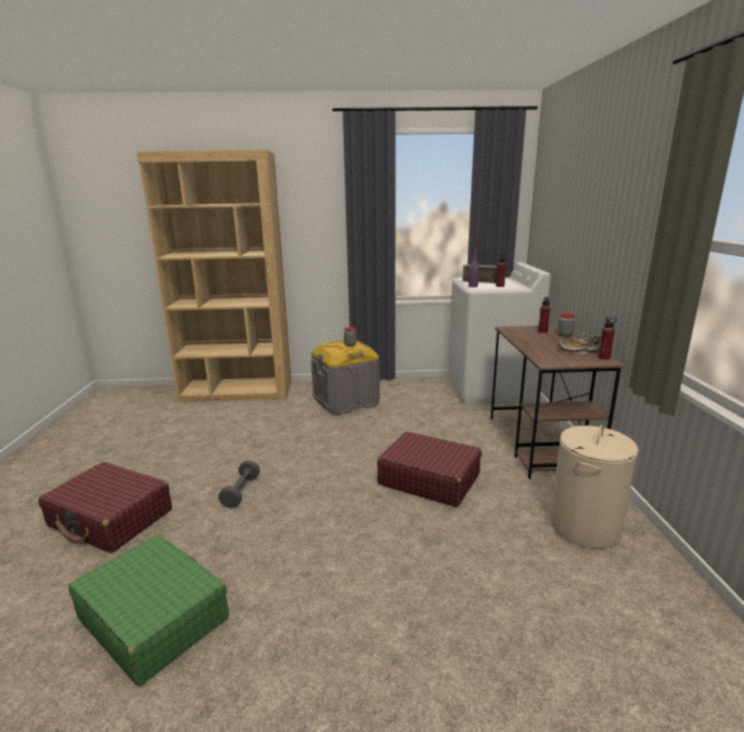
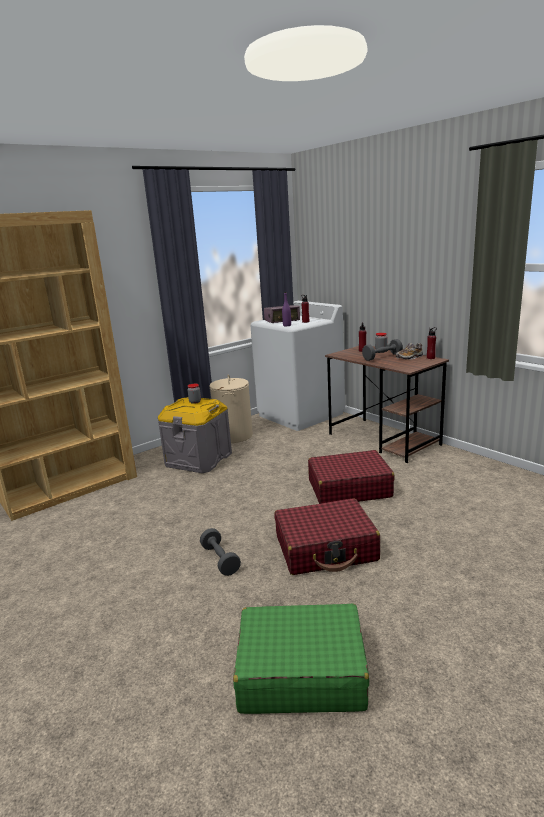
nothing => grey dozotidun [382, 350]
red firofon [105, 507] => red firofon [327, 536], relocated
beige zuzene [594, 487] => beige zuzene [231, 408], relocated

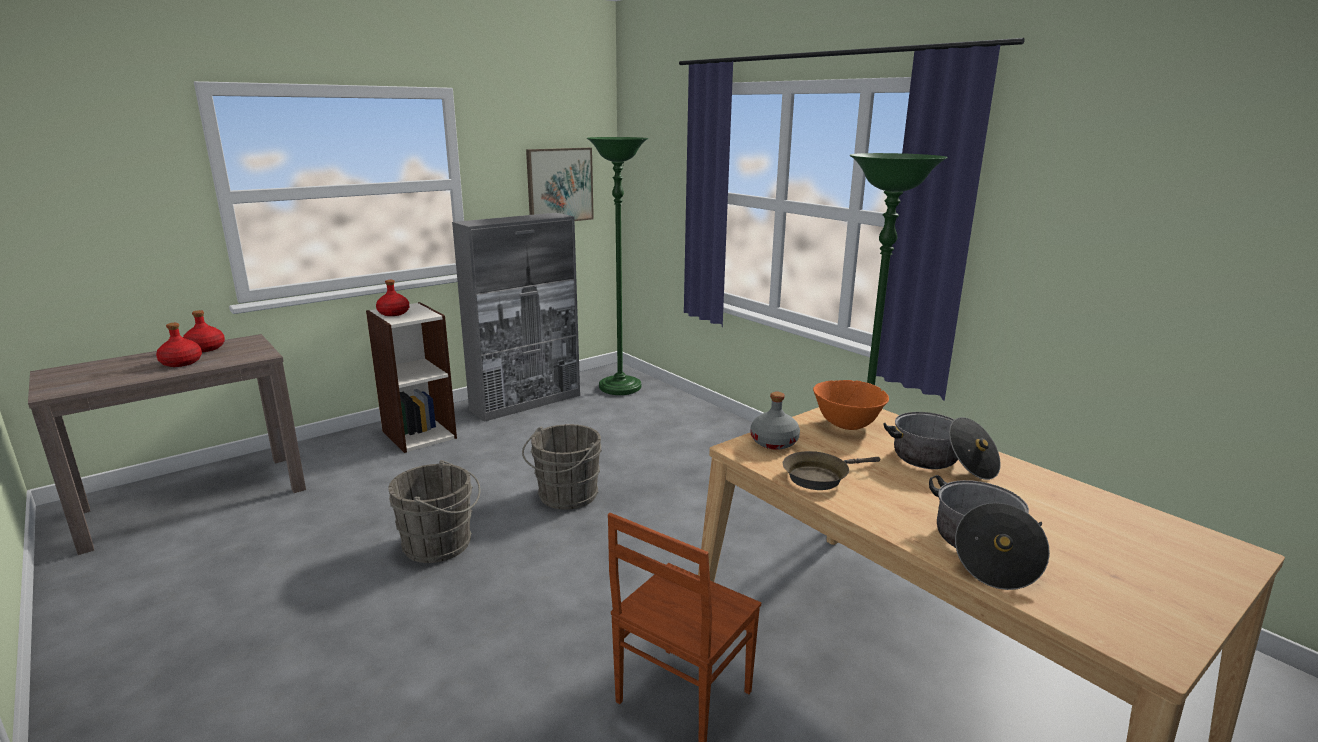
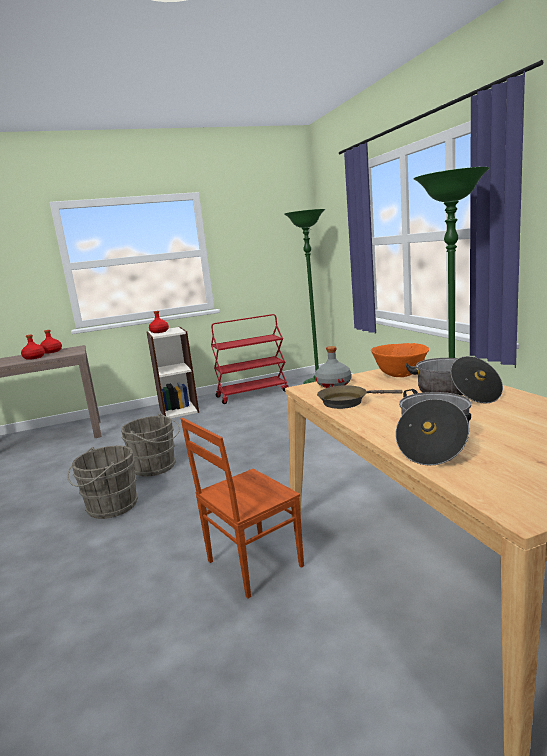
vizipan [560, 184] => nothing
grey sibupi [562, 467] => grey sibupi [102, 482], relocated
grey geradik [516, 317] => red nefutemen [249, 359]

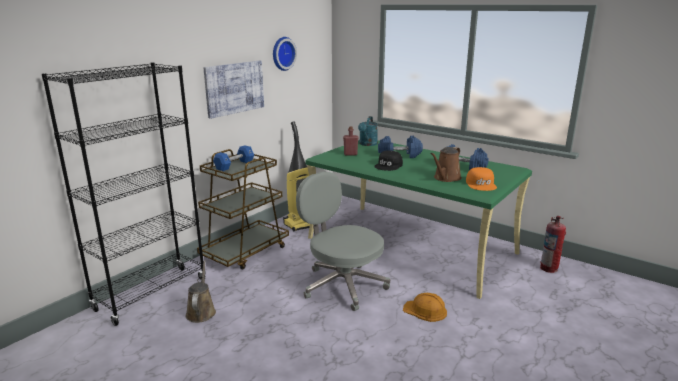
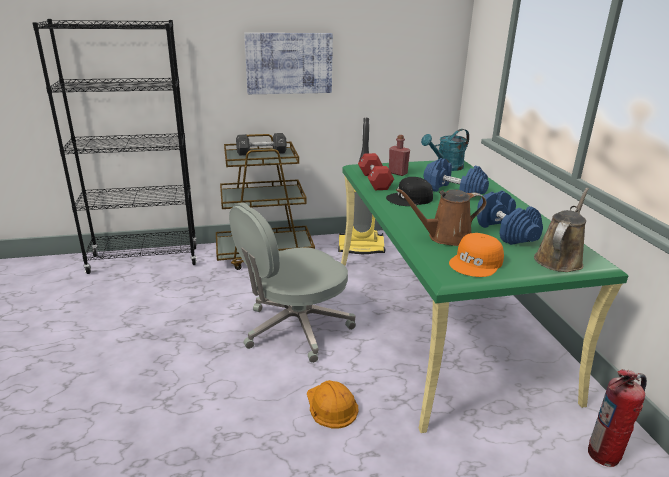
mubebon [285, 54] => nothing
nothing => red dozotidun [376, 171]
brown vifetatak [201, 291] => brown vifetatak [561, 230], relocated
blue dozotidun [233, 158] => black dozotidun [261, 144]
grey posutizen [343, 241] => grey posutizen [292, 283], 120 degrees counterclockwise

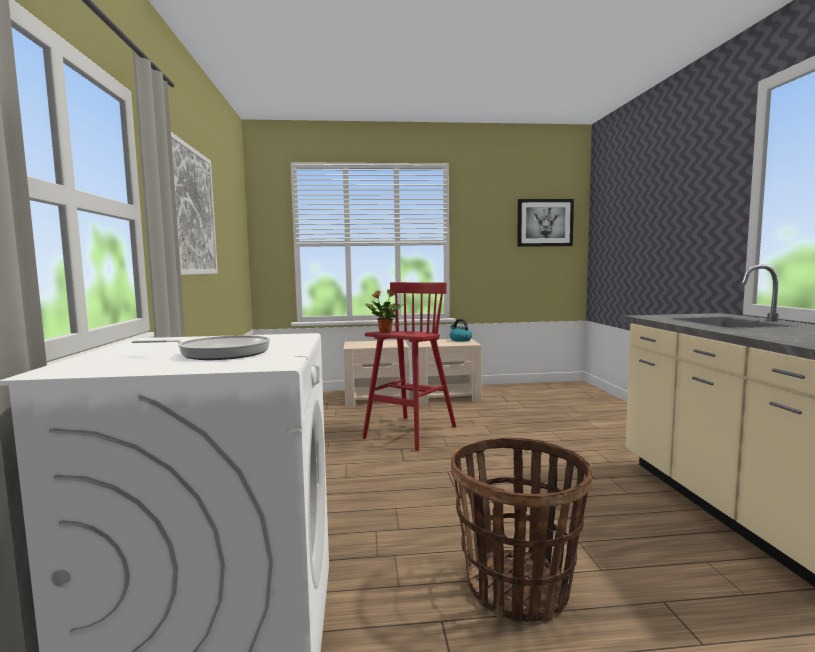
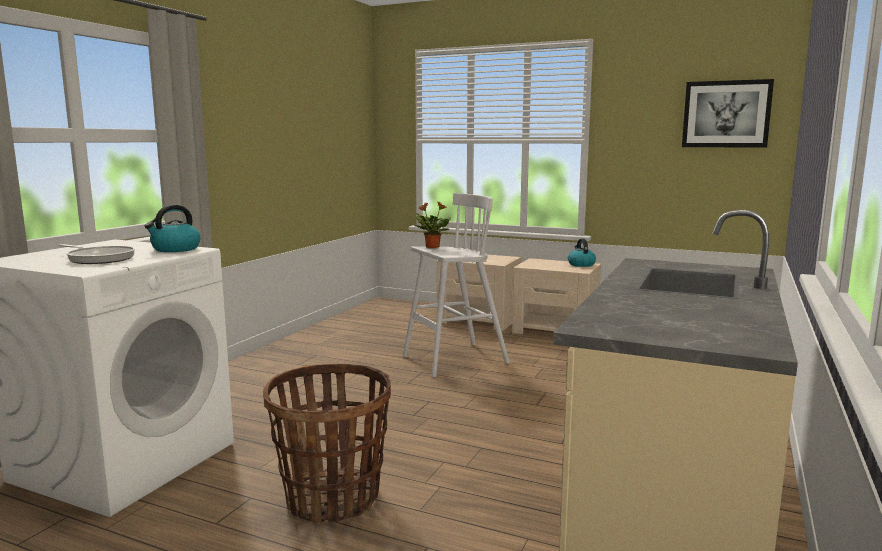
vizipan [194, 203] => nothing
nothing => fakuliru [173, 228]
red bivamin [409, 366] => white bivamin [456, 285]

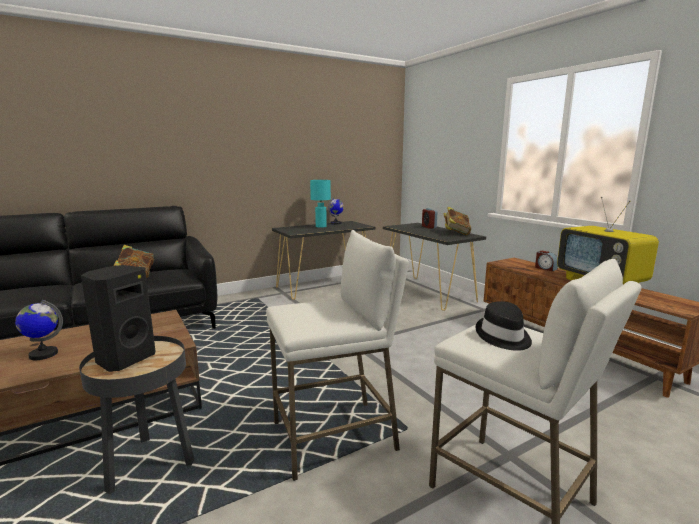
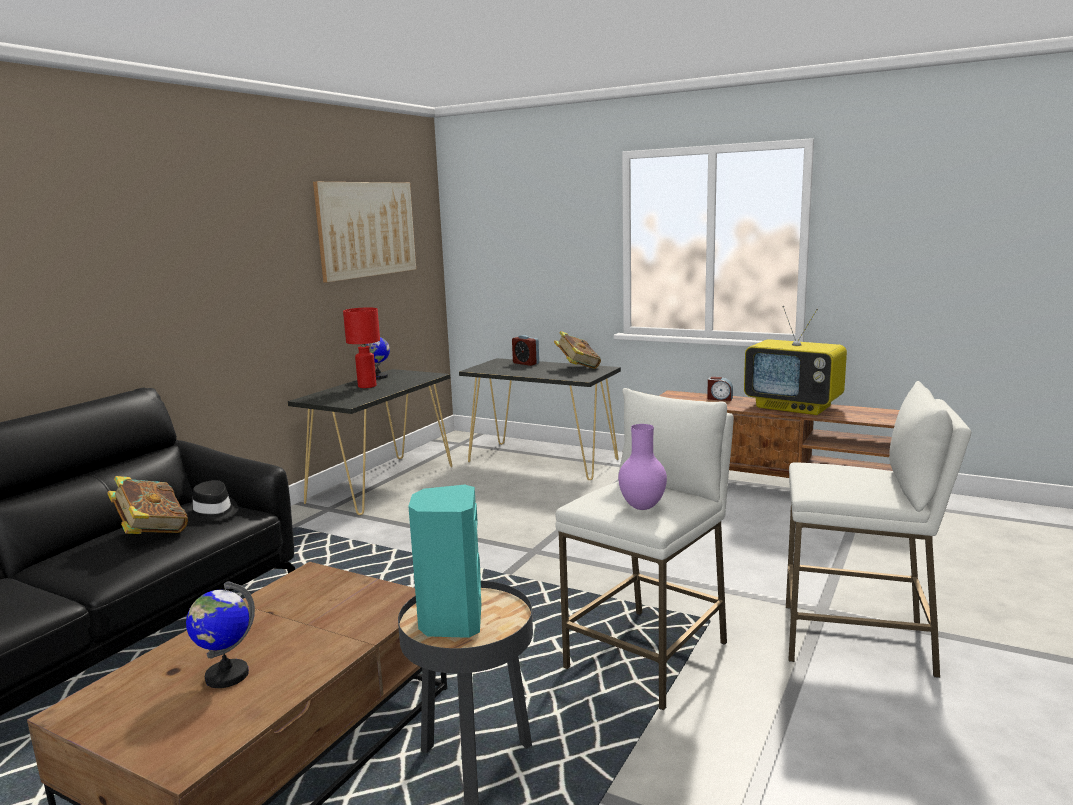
nothing => vizipan [364, 232]
nothing => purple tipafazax [642, 467]
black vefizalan [504, 326] => black vefizalan [212, 501], relocated
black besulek [118, 318] => turquoise besulek [444, 561]
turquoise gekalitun [320, 204] => red gekalitun [361, 347]

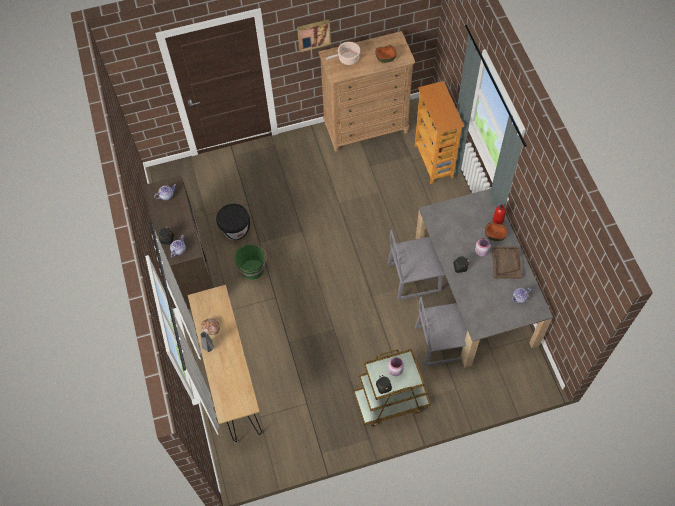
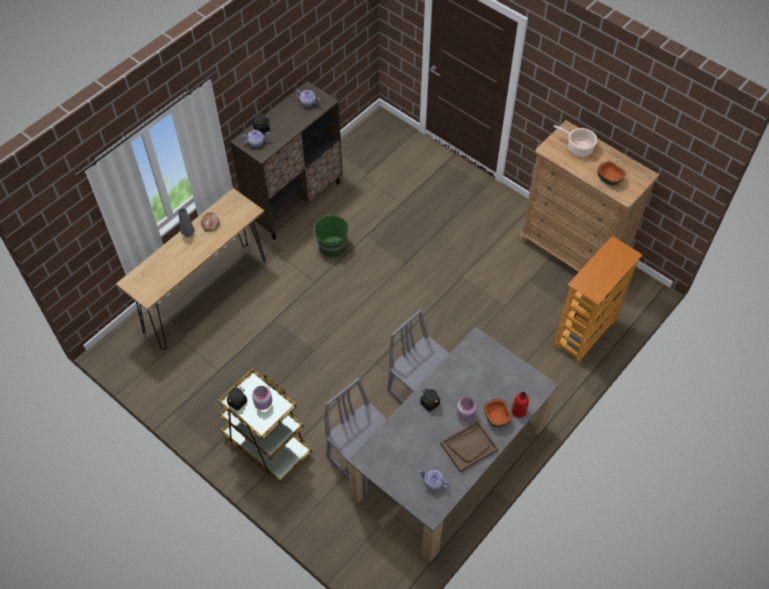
black sibupi [233, 222] => nothing
vizipan [314, 35] => nothing

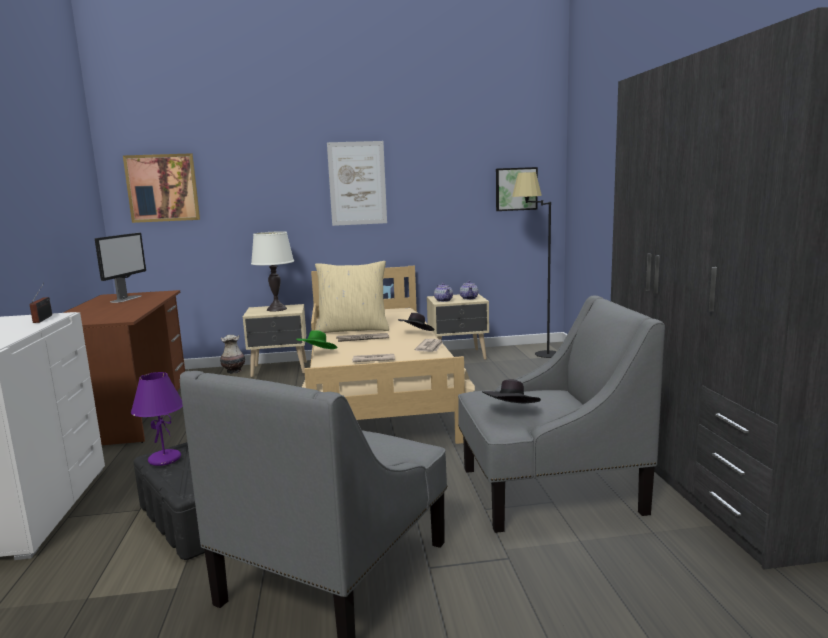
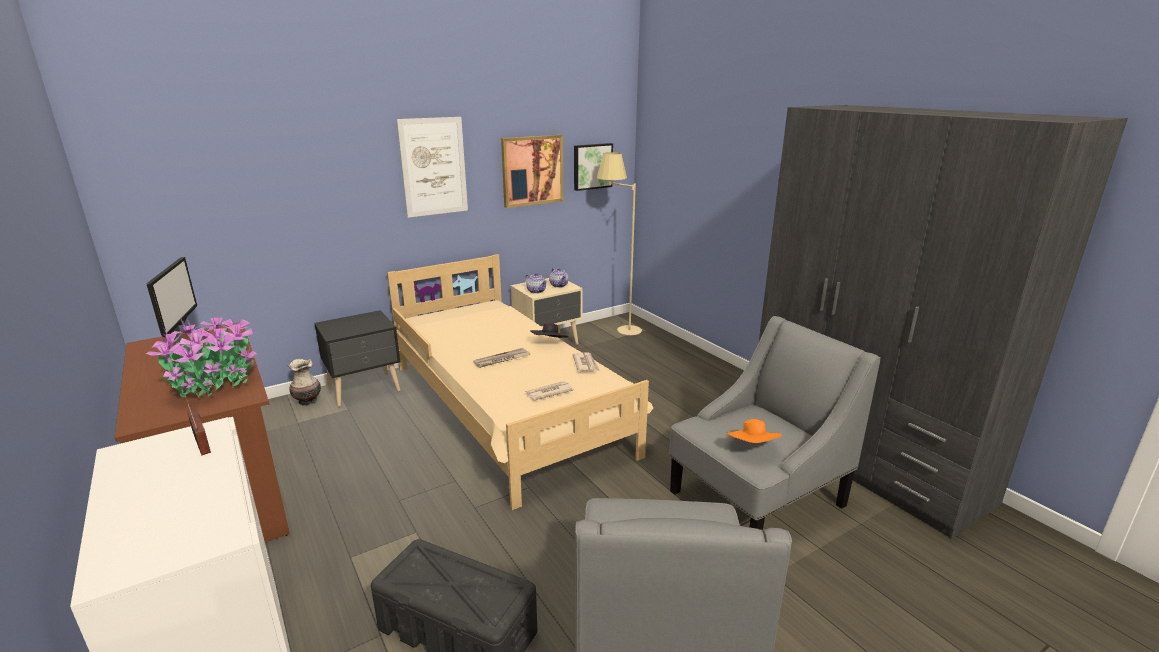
purple gekalitun [157, 419] => nothing
white gekalitun [272, 271] => nothing
green vefizalan [316, 339] => nothing
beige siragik [352, 297] => nothing
nothing => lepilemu [201, 355]
vizipan [161, 188] => vizipan [532, 171], relocated
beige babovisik [275, 340] => black babovisik [357, 358]
black vefizalan [511, 391] => orange vefizalan [754, 431]
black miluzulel [534, 265] => beige miluzulel [619, 243]

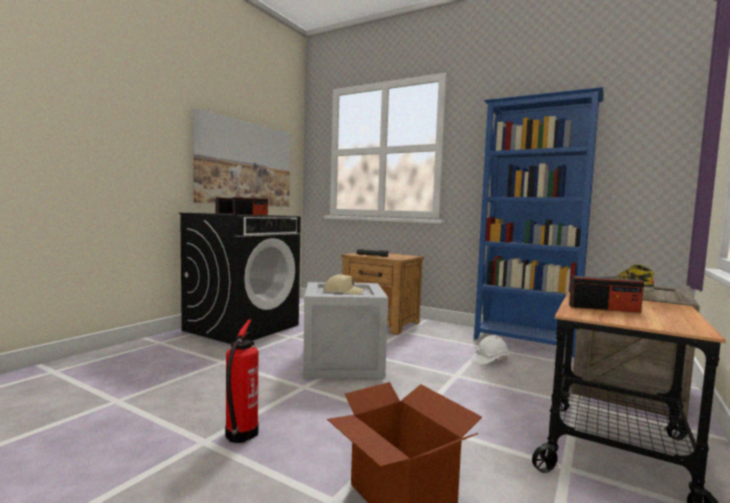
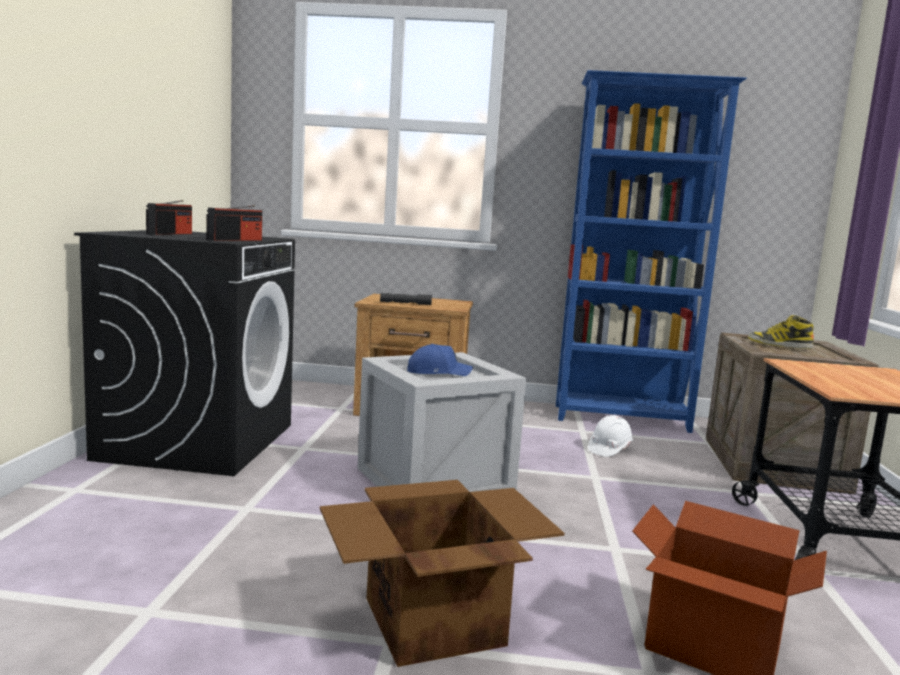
vizipan [241, 157] => nothing
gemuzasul [606, 294] => nothing
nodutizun [242, 381] => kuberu [442, 573]
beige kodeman [343, 284] => blue kodeman [440, 360]

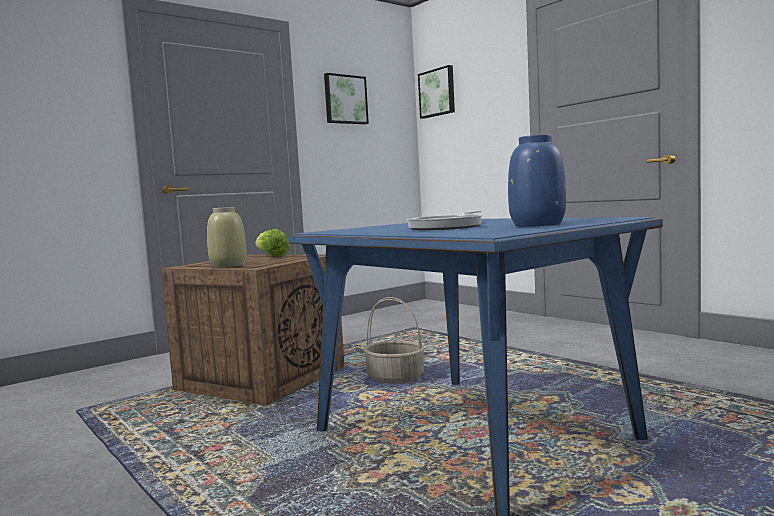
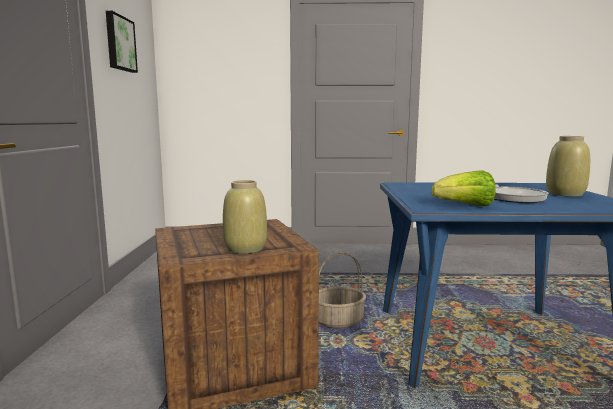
vizipan [436, 92] => nothing
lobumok [272, 242] => lobumok [464, 188], relocated
blue tipafazax [537, 181] => beige tipafazax [568, 166]

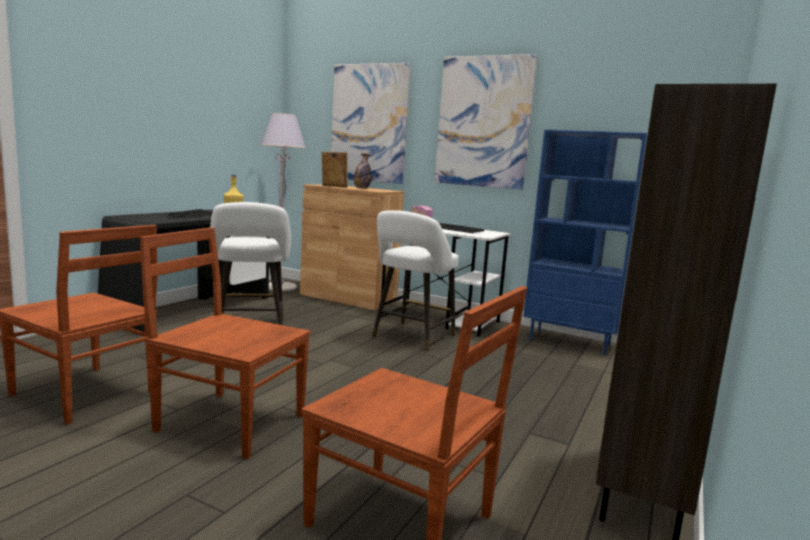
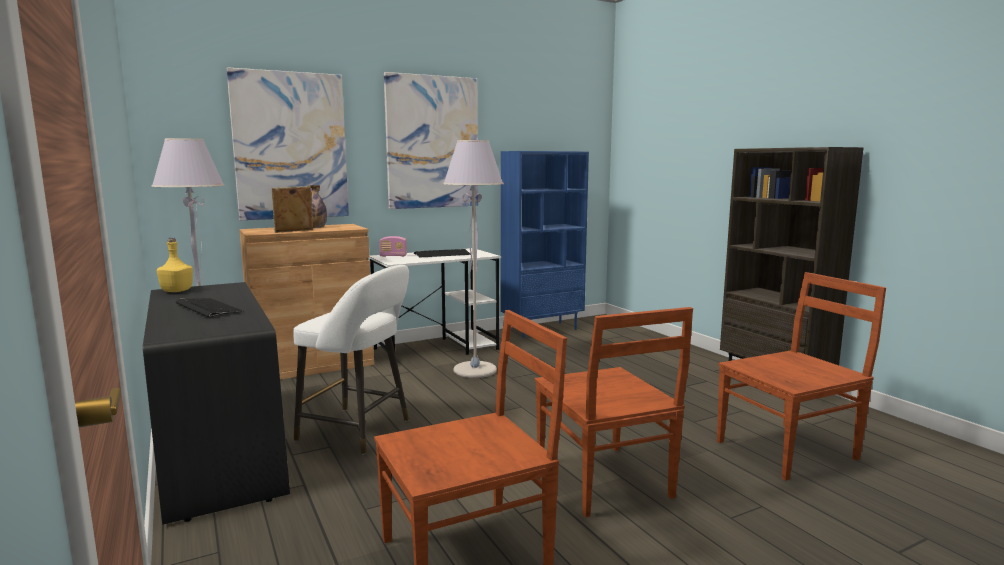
white bivamin [415, 281] => grey miluzulel [473, 259]
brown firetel [225, 343] => brown firetel [614, 412], 75 degrees counterclockwise

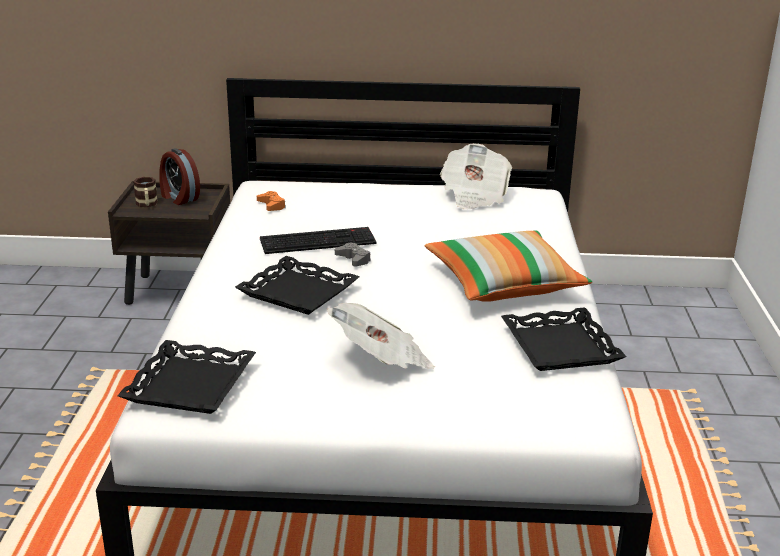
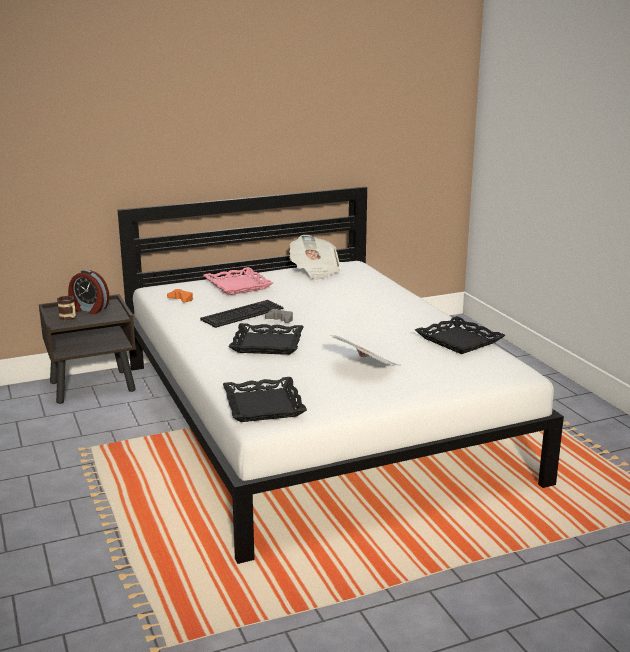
siragik [508, 266] => nothing
nothing => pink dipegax [238, 281]

